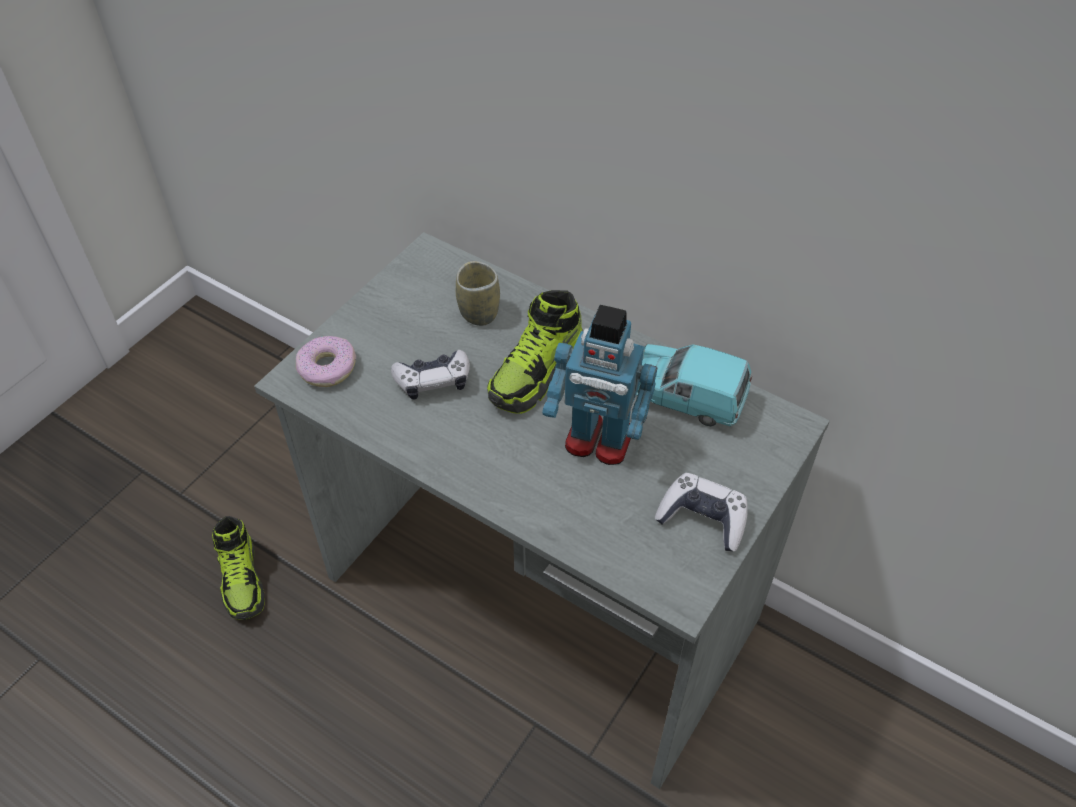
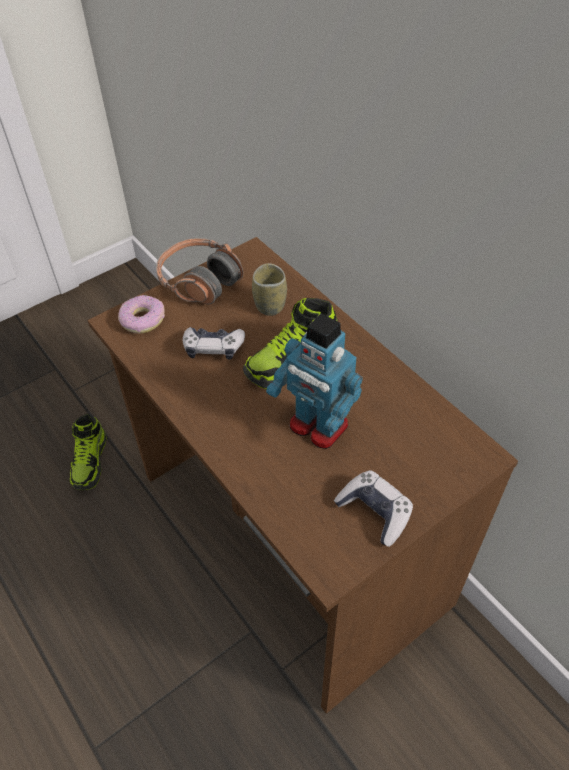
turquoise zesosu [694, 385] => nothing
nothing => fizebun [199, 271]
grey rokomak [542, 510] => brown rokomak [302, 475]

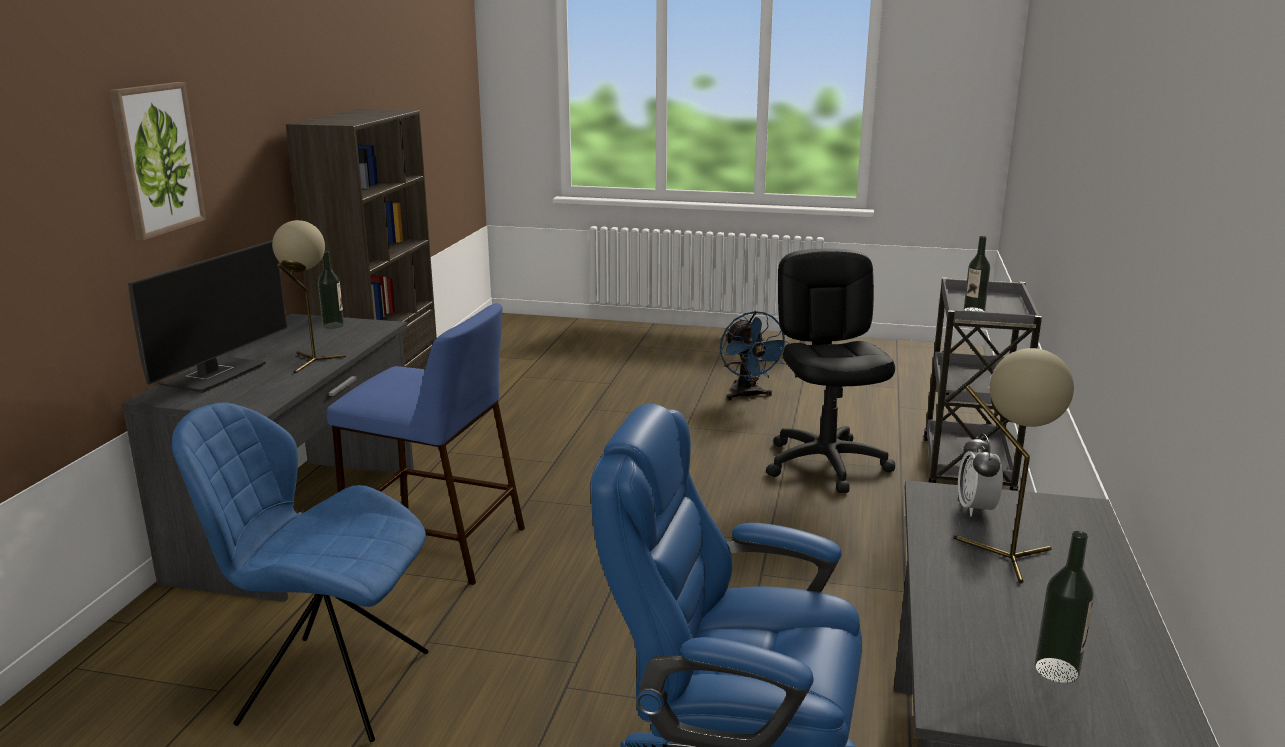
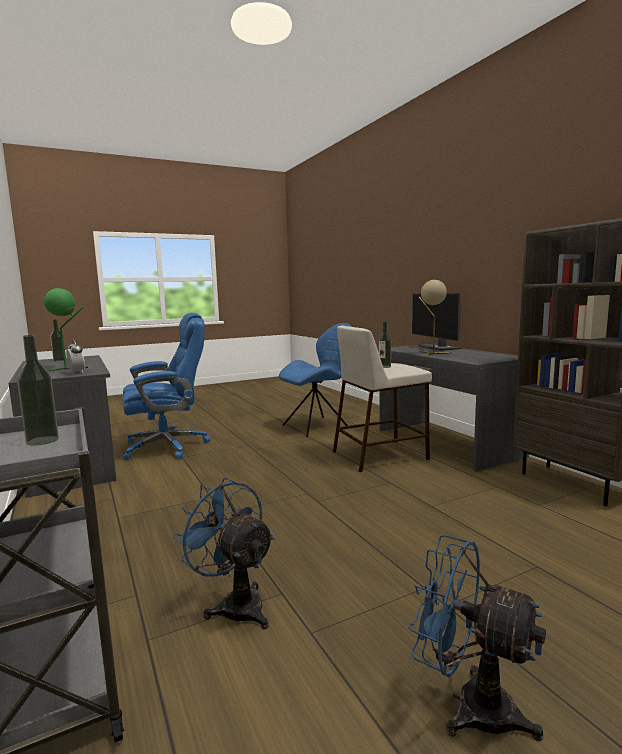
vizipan [157, 161] => nothing
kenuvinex [331, 290] => kenuvinex [385, 344], relocated
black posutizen [830, 370] => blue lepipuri [224, 553]
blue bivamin [426, 444] => beige bivamin [382, 398]
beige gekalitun [1014, 466] => green gekalitun [66, 329]

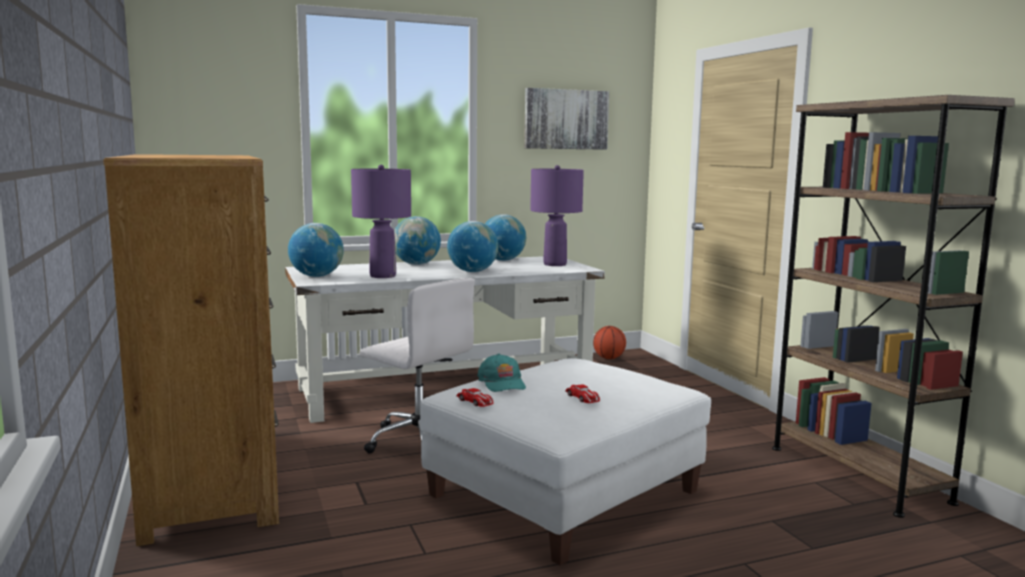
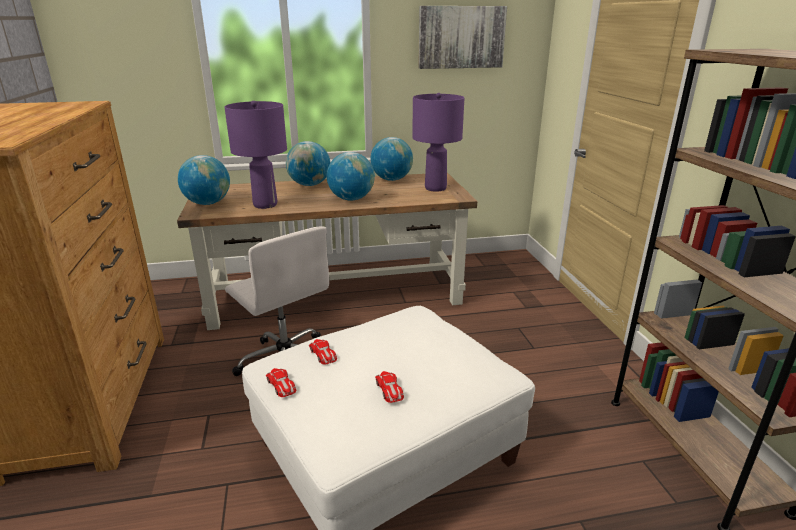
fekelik [609, 342] => nothing
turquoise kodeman [501, 372] => zesosu [323, 352]
white rokomak [445, 339] => brown rokomak [327, 251]

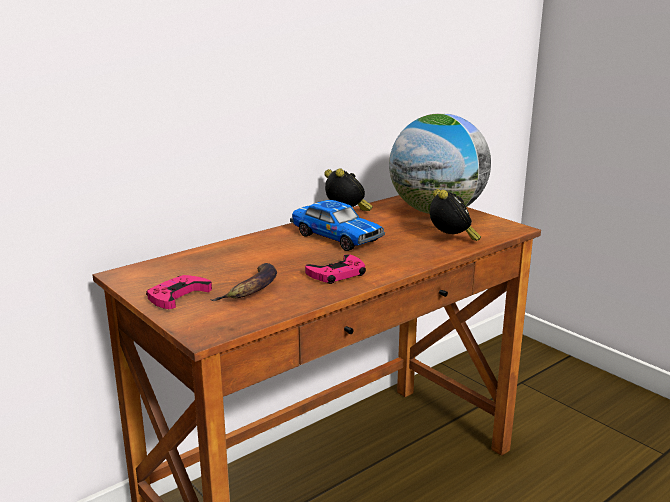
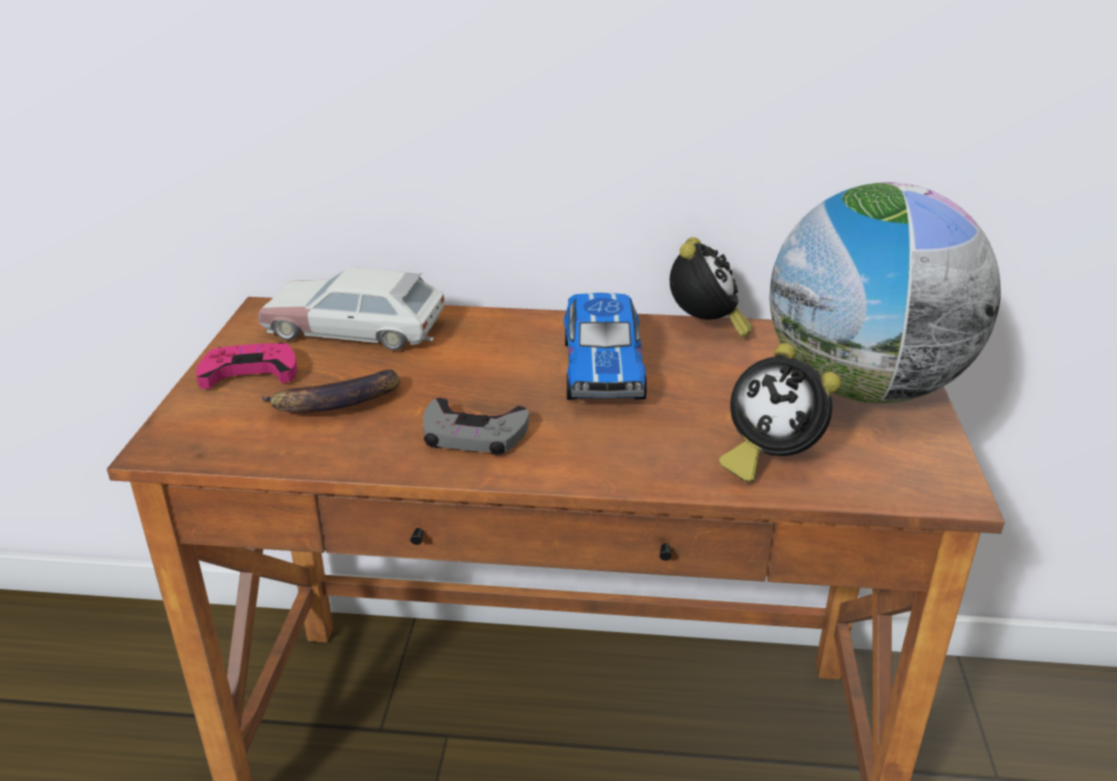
nothing => zesosu [351, 309]
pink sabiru [335, 269] => grey sabiru [476, 426]
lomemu [455, 215] => lomemu [780, 413], 90 degrees clockwise

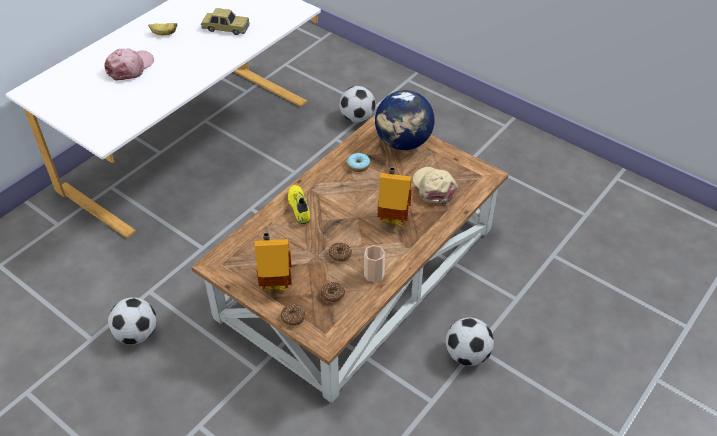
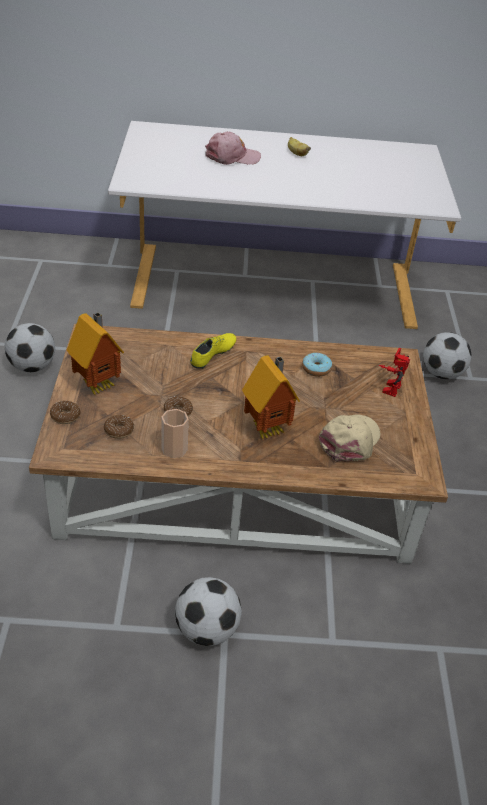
zesosu [225, 21] => nothing
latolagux [405, 120] => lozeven [394, 372]

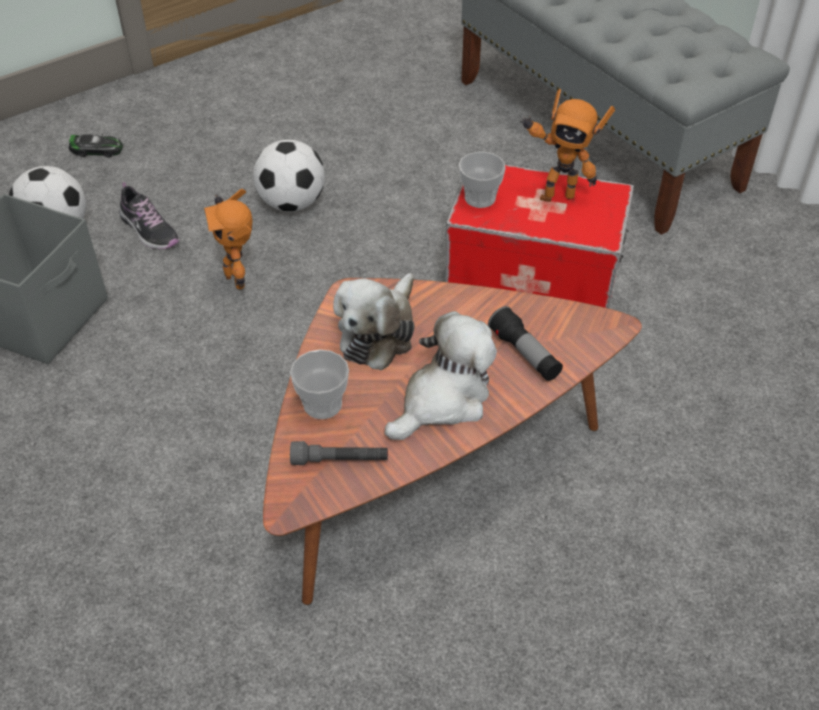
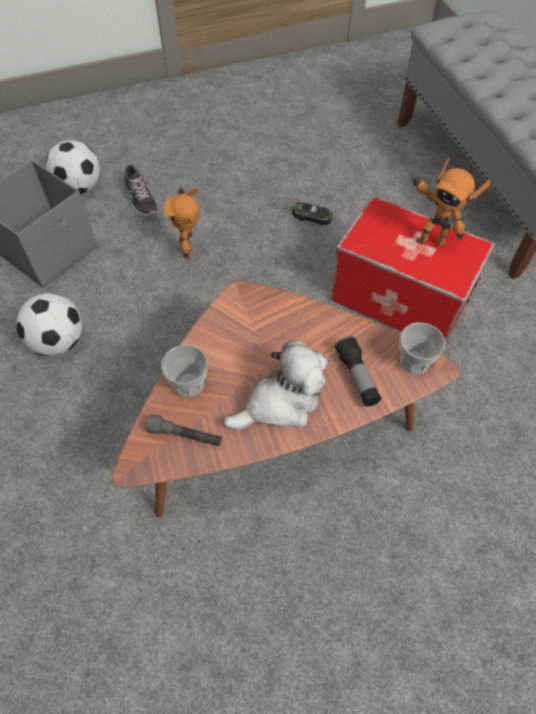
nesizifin [374, 322] => nothing
zesosu [96, 145] => zesosu [312, 213], relocated
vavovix [289, 176] => vavovix [49, 324], relocated
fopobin [482, 180] => fopobin [422, 348], relocated

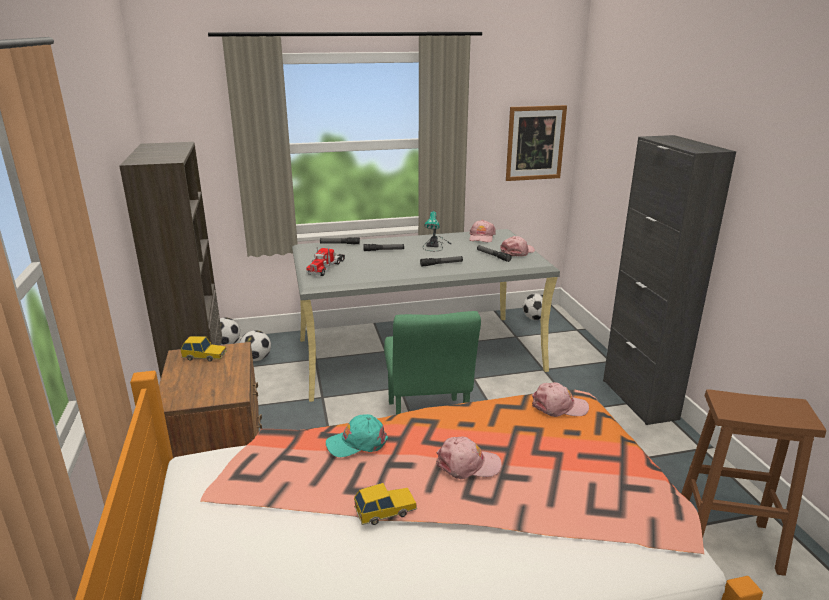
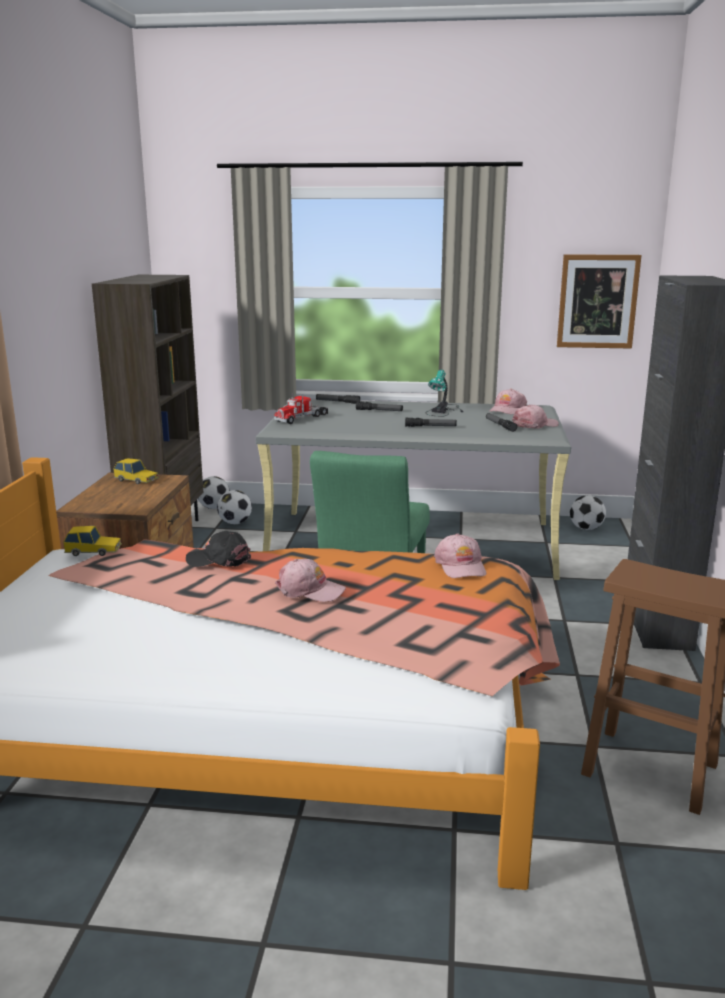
zesosu [385, 504] => zesosu [92, 541], relocated
turquoise kodeman [357, 435] => black kodeman [218, 549]
pink kodeman [560, 399] => pink kodeman [460, 555], 60 degrees clockwise

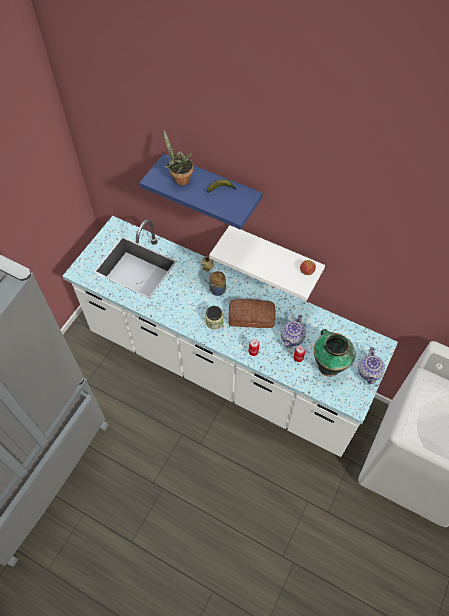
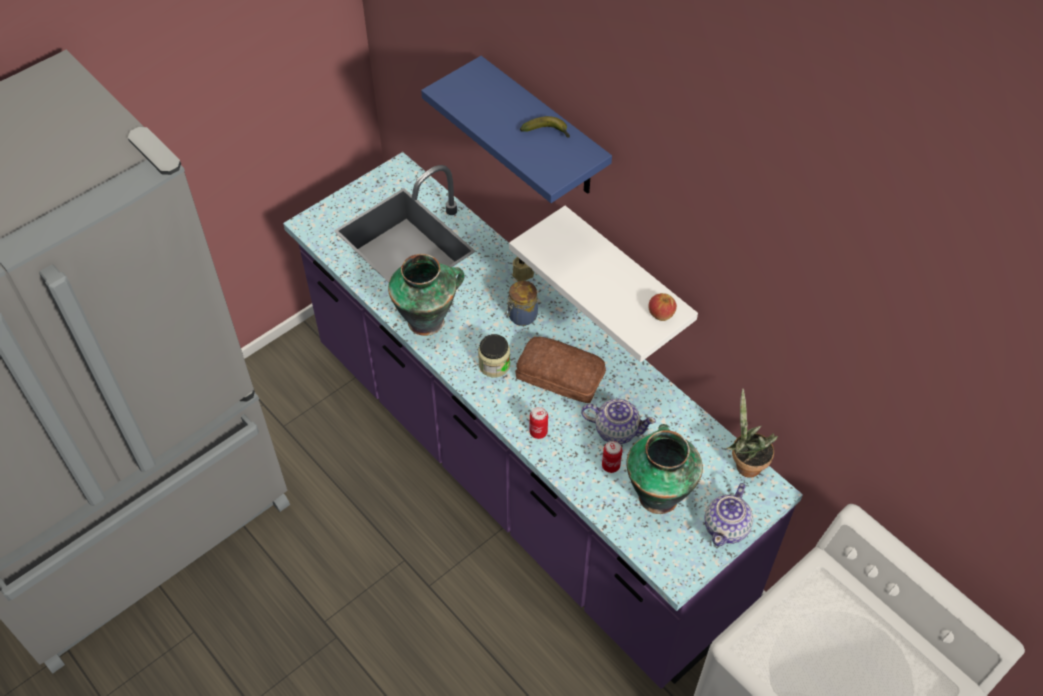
nothing => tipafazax [426, 295]
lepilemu [178, 158] => lepilemu [752, 433], relocated
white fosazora [230, 336] => purple fosazora [543, 420]
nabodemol [293, 331] => nabodemol [618, 421], 120 degrees counterclockwise

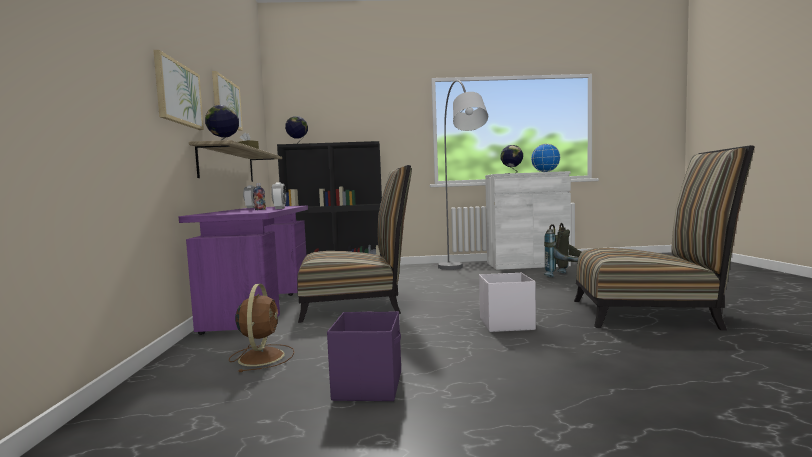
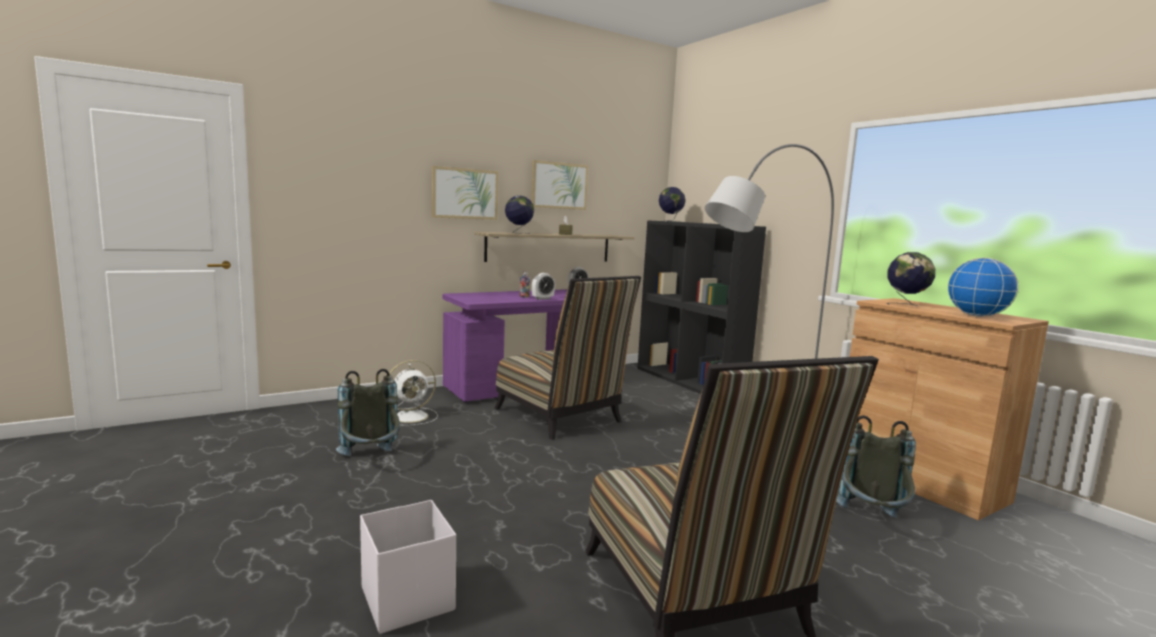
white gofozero [507, 302] => white gofozero [408, 567], relocated
purple gofozero [364, 356] => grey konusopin [368, 412]
brown lepipuri [261, 328] => white lepipuri [413, 393]
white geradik [528, 220] => brown geradik [949, 409]

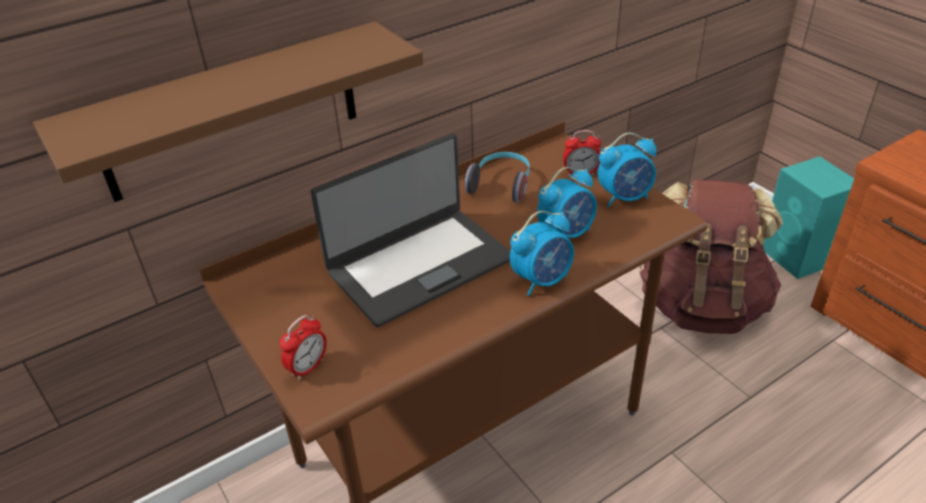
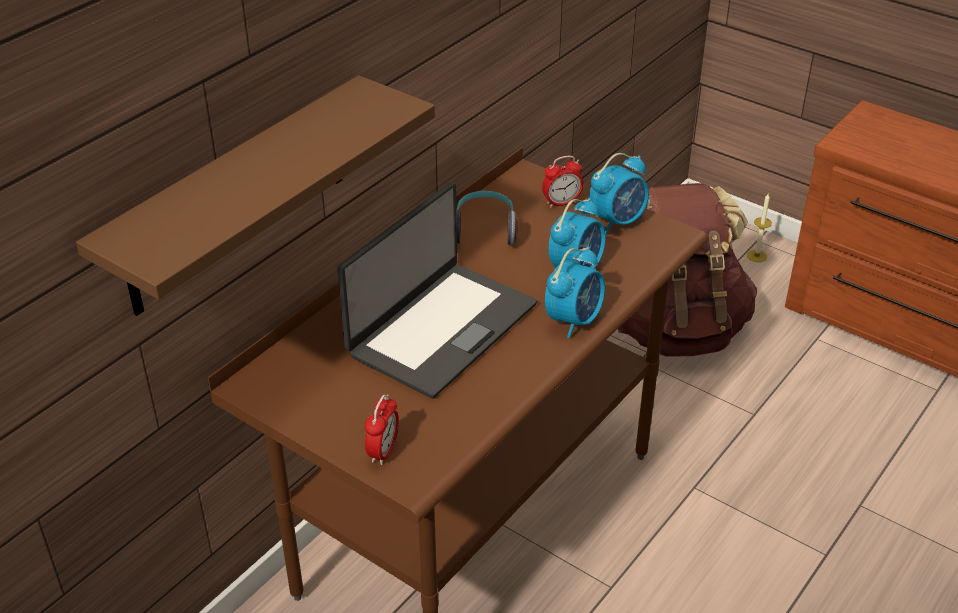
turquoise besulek [808, 217] => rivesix [759, 228]

